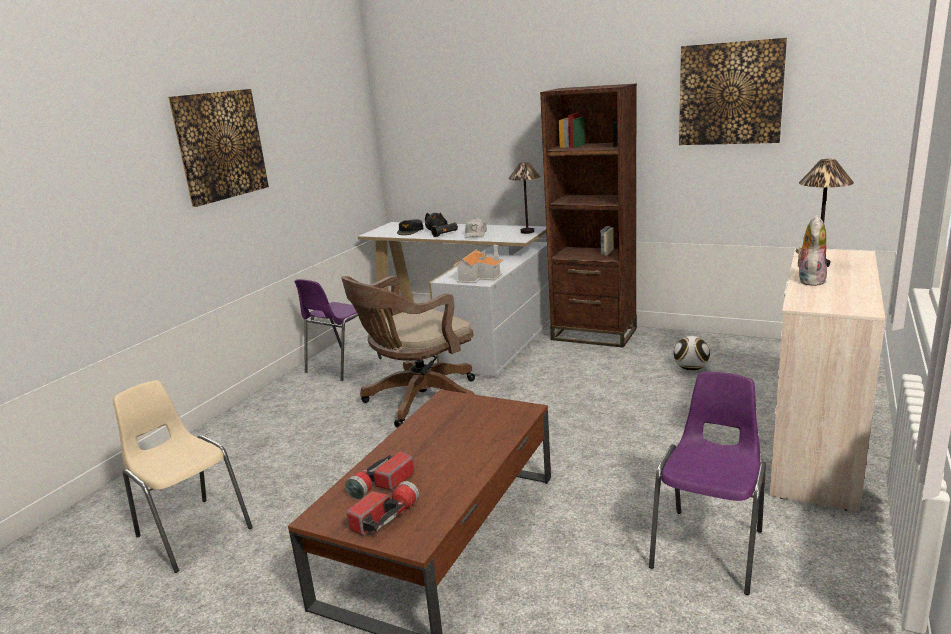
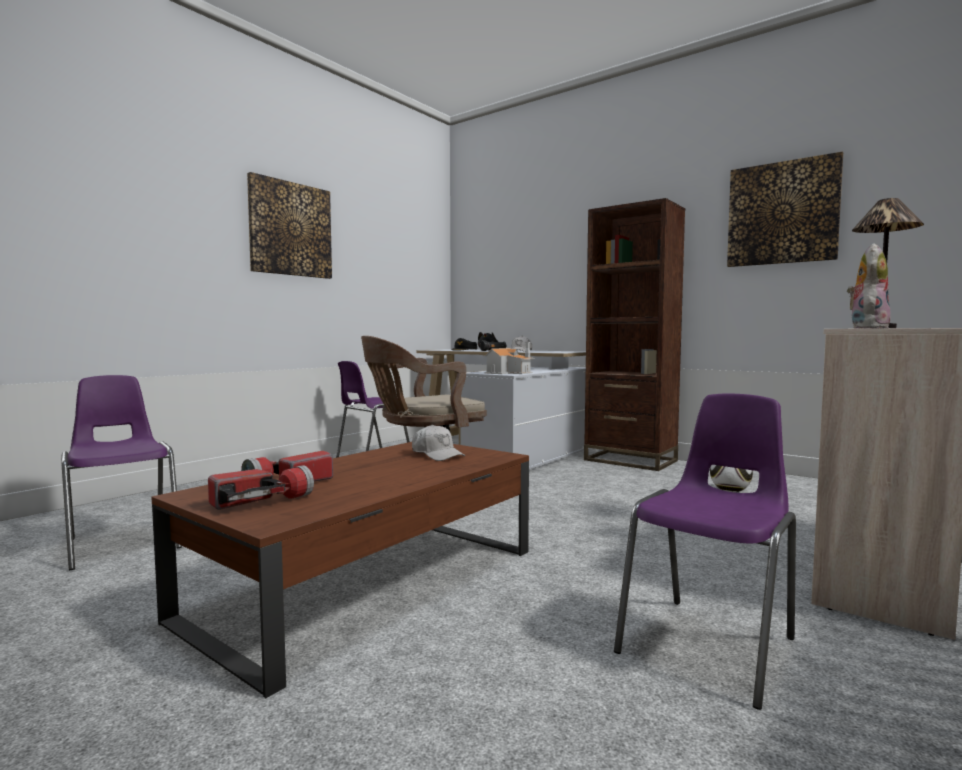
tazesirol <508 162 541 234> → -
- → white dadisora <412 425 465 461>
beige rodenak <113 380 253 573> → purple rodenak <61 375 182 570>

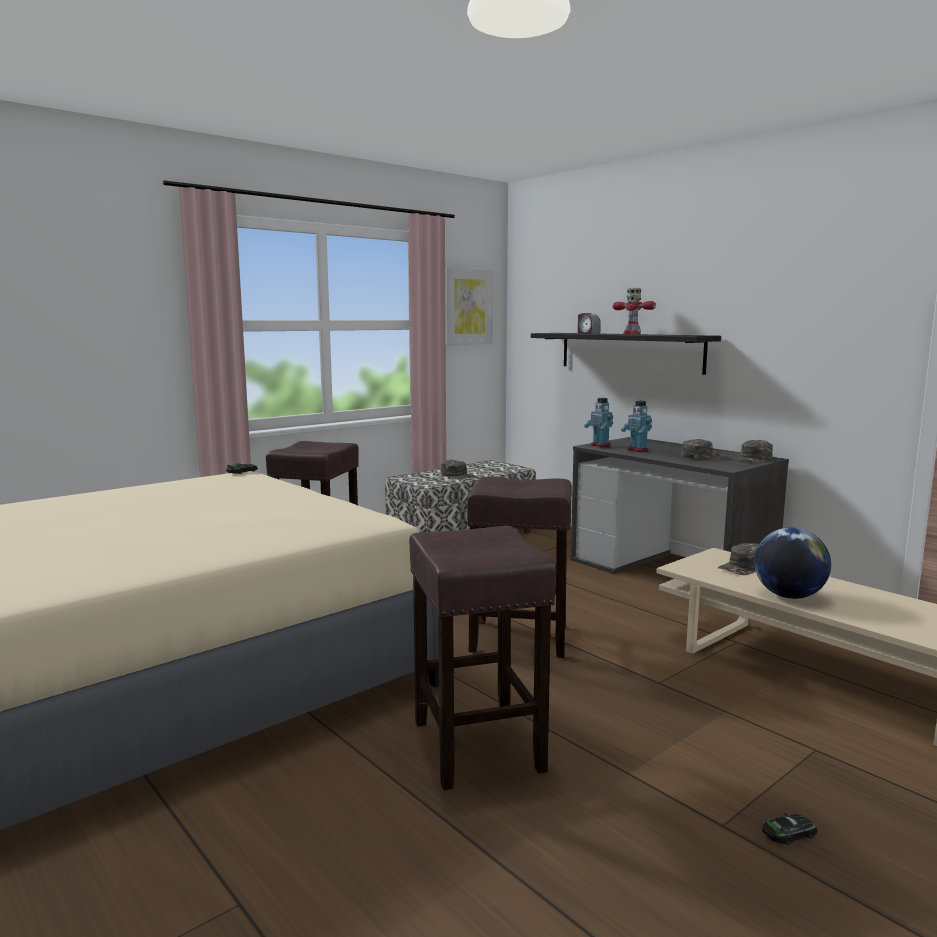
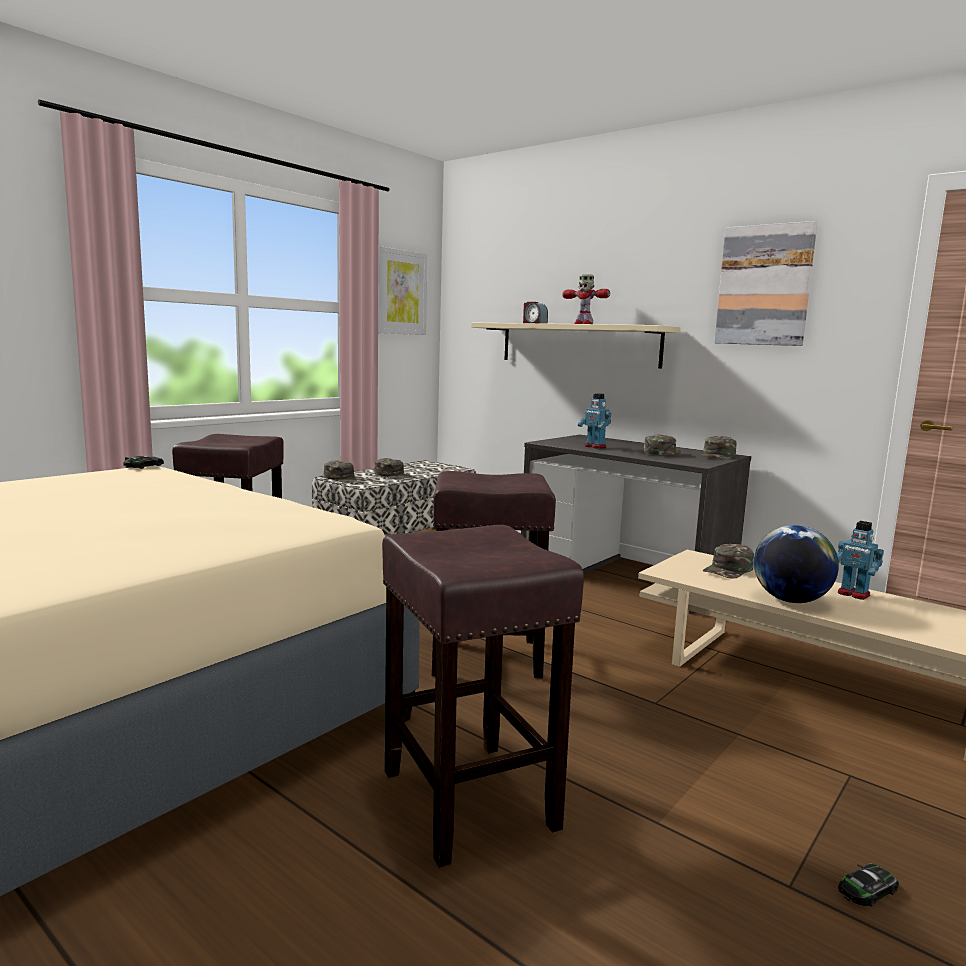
- → green dadisora <324 460 365 483>
- → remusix <714 221 817 346>
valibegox <584 398 613 447> → valibegox <837 521 884 600>, moved
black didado <531 333 721 375> → beige didado <471 323 680 368>

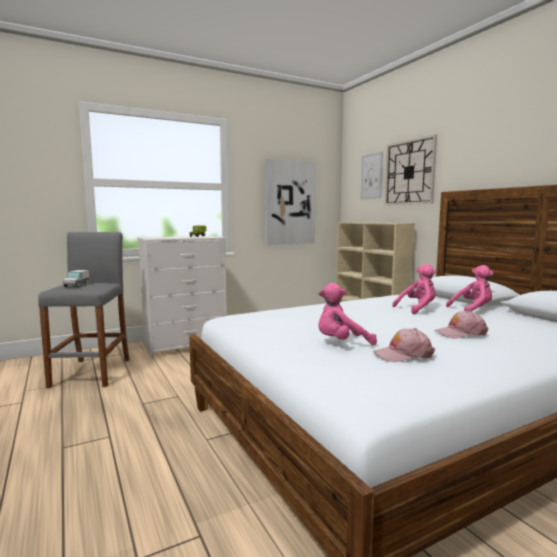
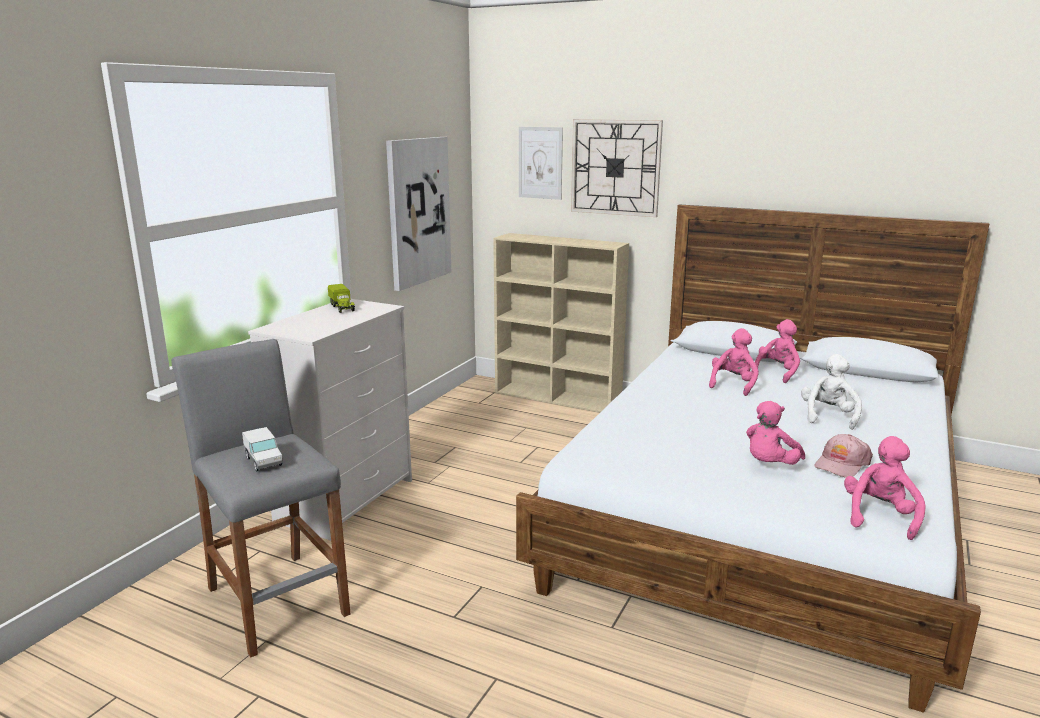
- → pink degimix <844 436 926 540>
pink dadisora <434 311 489 339> → white degimix <801 354 862 430>

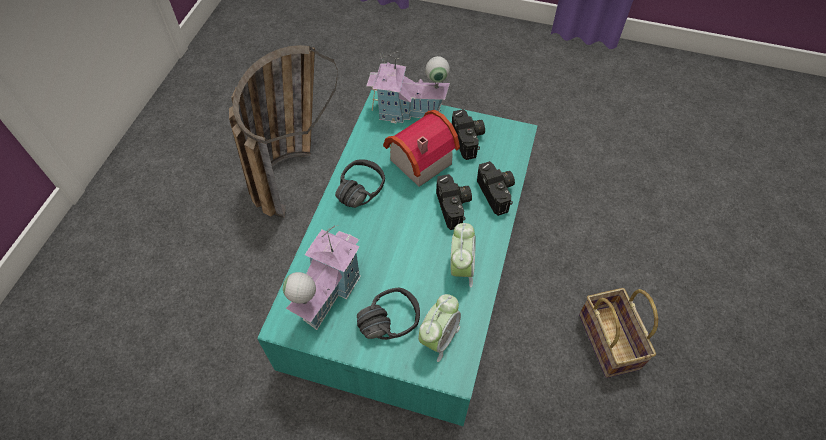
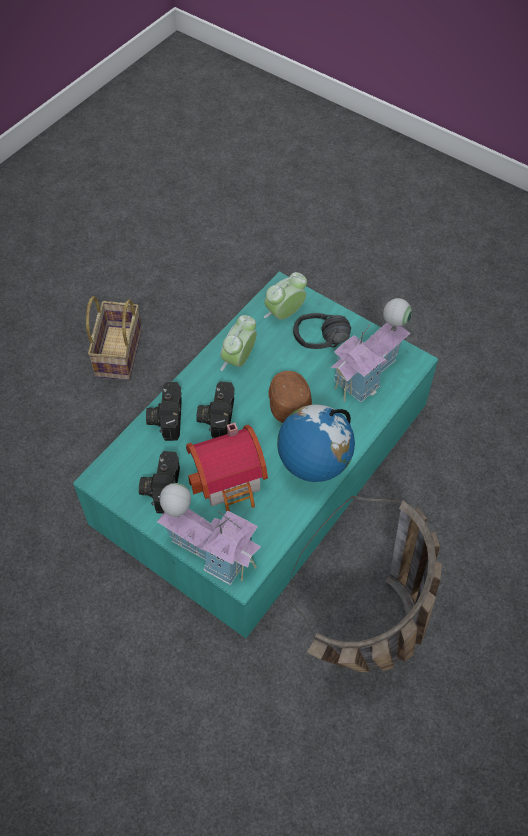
- → brown dadisora <268 371 312 423>
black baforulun <335 159 385 208> → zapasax <277 404 355 482>

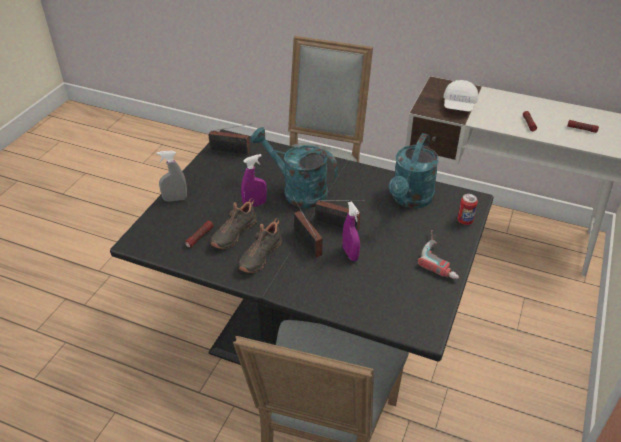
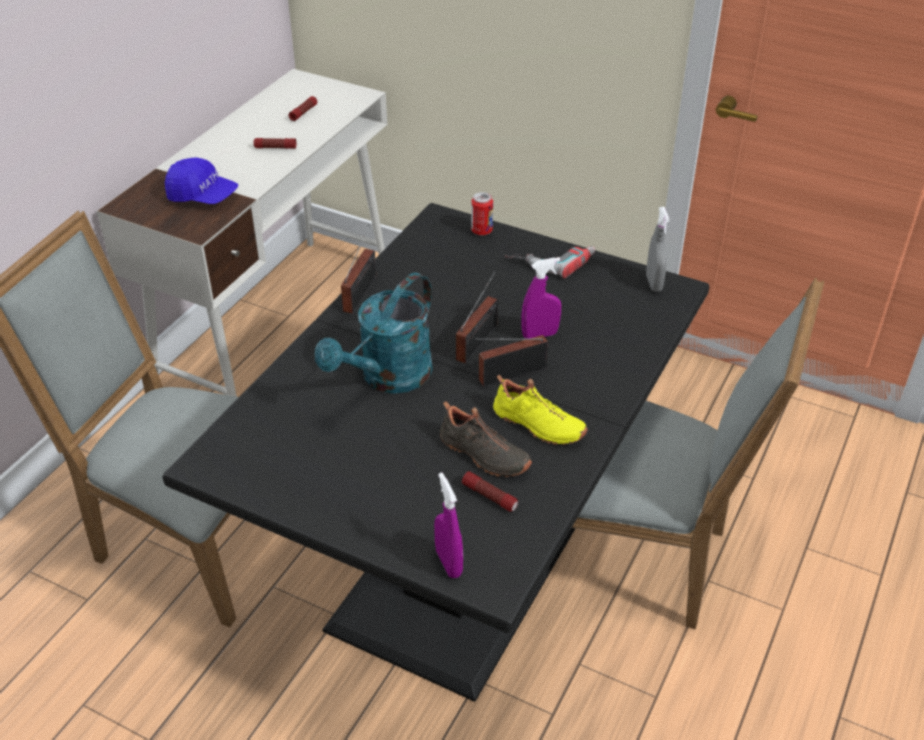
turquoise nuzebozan <389 133 439 208> → -
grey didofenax <157 150 187 202> → grey didofenax <646 207 670 292>, moved
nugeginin <208 124 250 156> → nugeginin <341 224 376 313>, moved
purple didofenax <241 154 267 207> → purple didofenax <434 472 463 578>, moved
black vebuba <239 218 282 273> → yellow vebuba <493 375 588 445>
white dadisora <443 80 478 112> → blue dadisora <165 158 238 204>

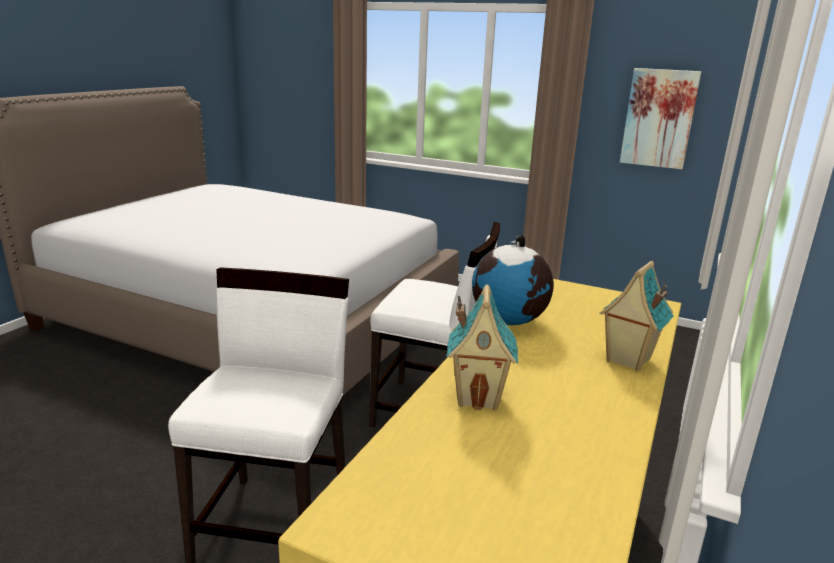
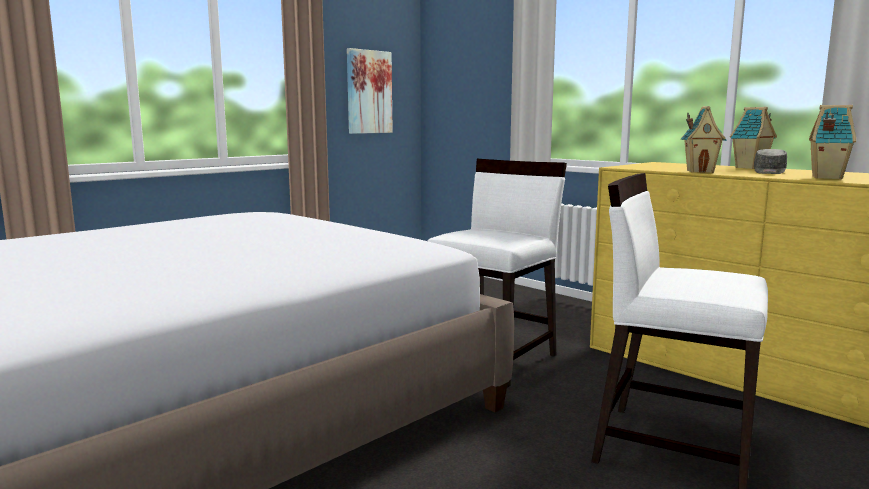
- → grey dadisora <754 149 787 174>
zapasax <472 235 554 325> → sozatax <681 106 726 173>

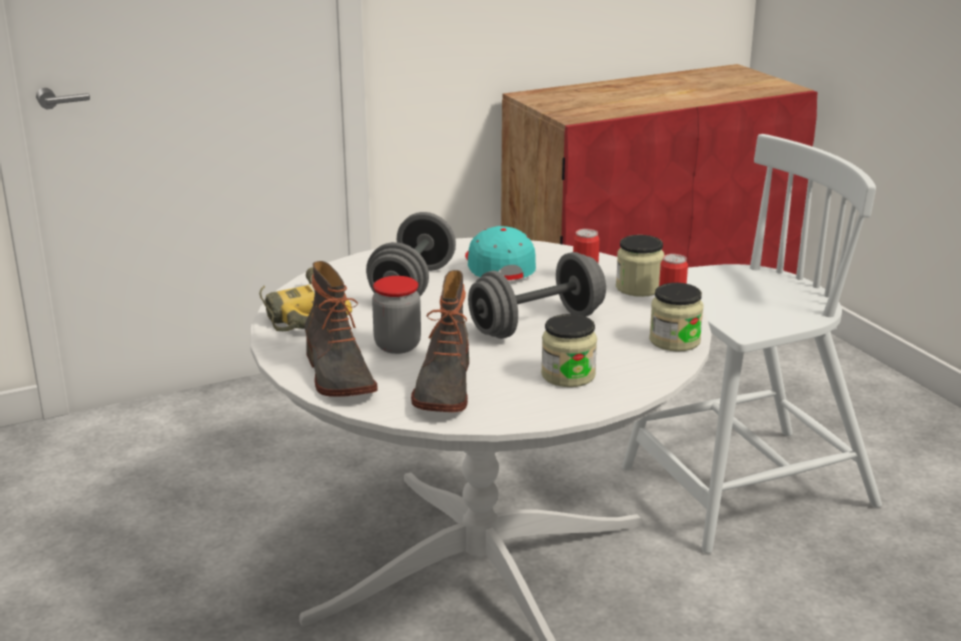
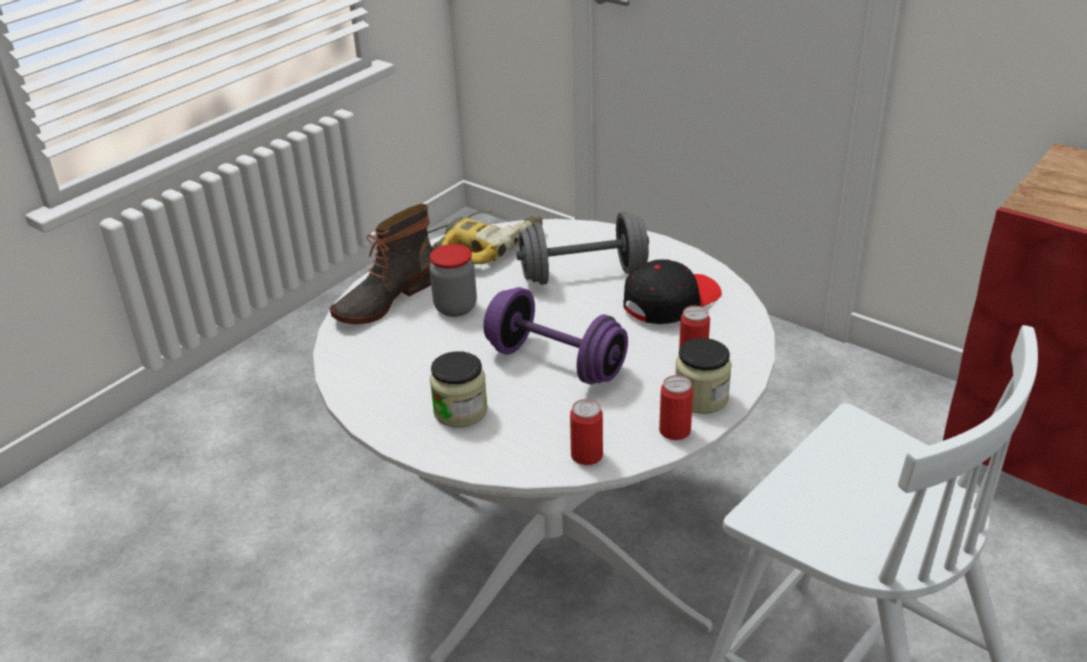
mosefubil <411 270 469 412> → -
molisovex <649 283 704 351> → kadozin <570 399 603 465>
turquoise dadisora <465 226 536 280> → black dadisora <624 259 722 324>
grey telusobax <468 252 606 339> → purple telusobax <483 287 628 385>

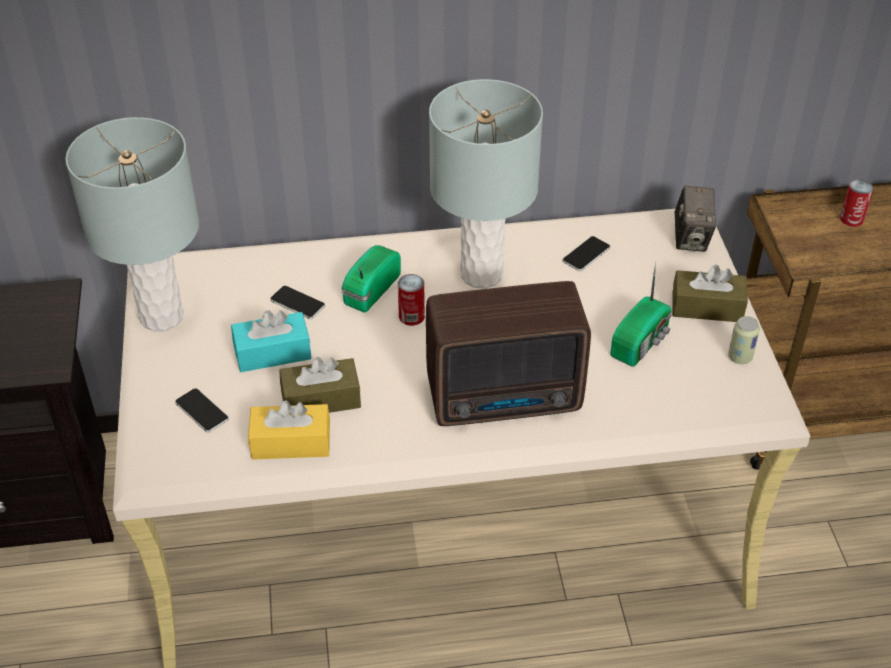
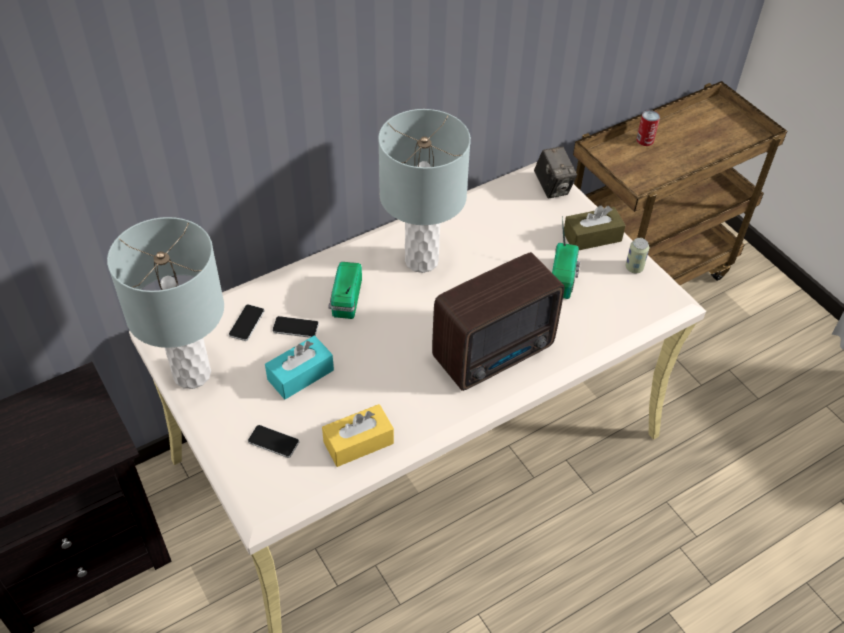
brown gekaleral <279 357 361 413> → -
kadozin <398 274 425 326> → -
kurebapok <563 236 610 271> → kurebapok <229 304 265 341>, moved

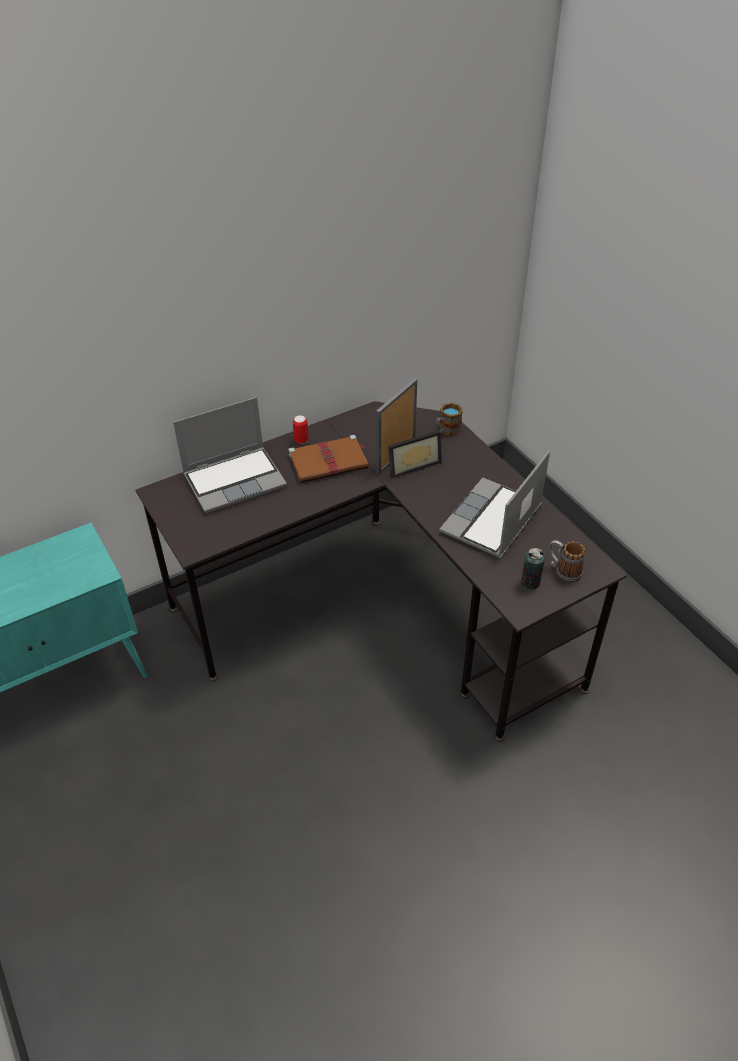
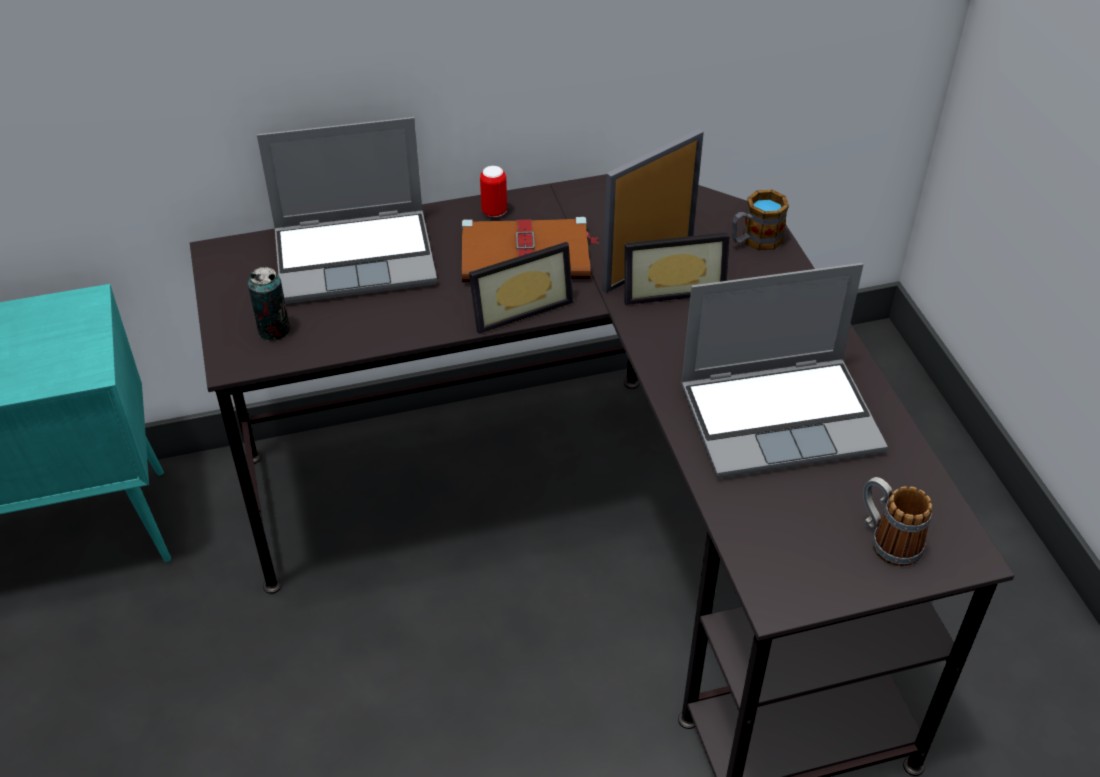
- → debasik <469 242 573 334>
kadozin <521 548 545 590> → kadozin <248 267 290 340>, moved
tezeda <439 450 550 559> → tezeda <681 263 888 478>, 150 degrees counterclockwise

